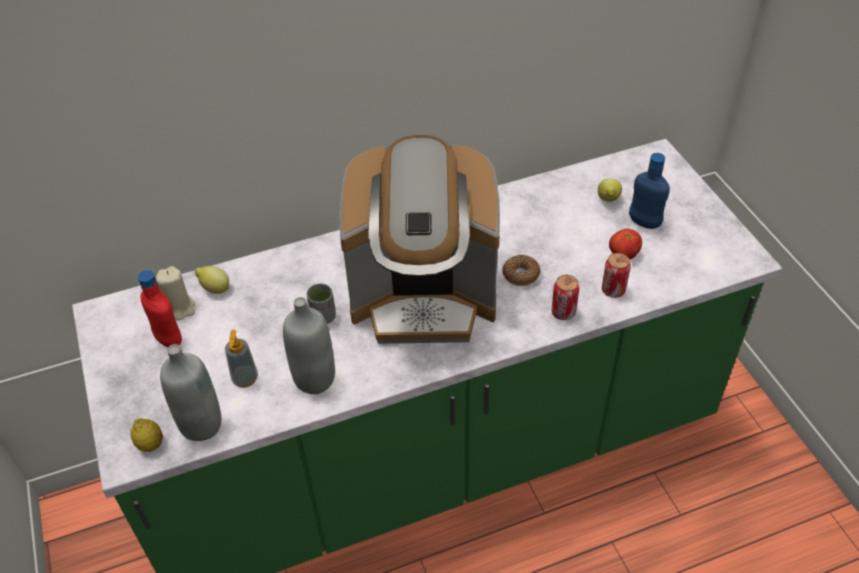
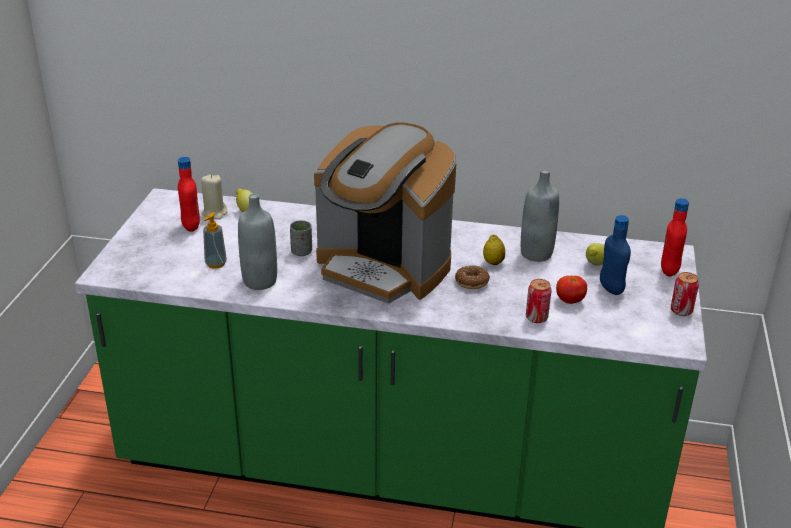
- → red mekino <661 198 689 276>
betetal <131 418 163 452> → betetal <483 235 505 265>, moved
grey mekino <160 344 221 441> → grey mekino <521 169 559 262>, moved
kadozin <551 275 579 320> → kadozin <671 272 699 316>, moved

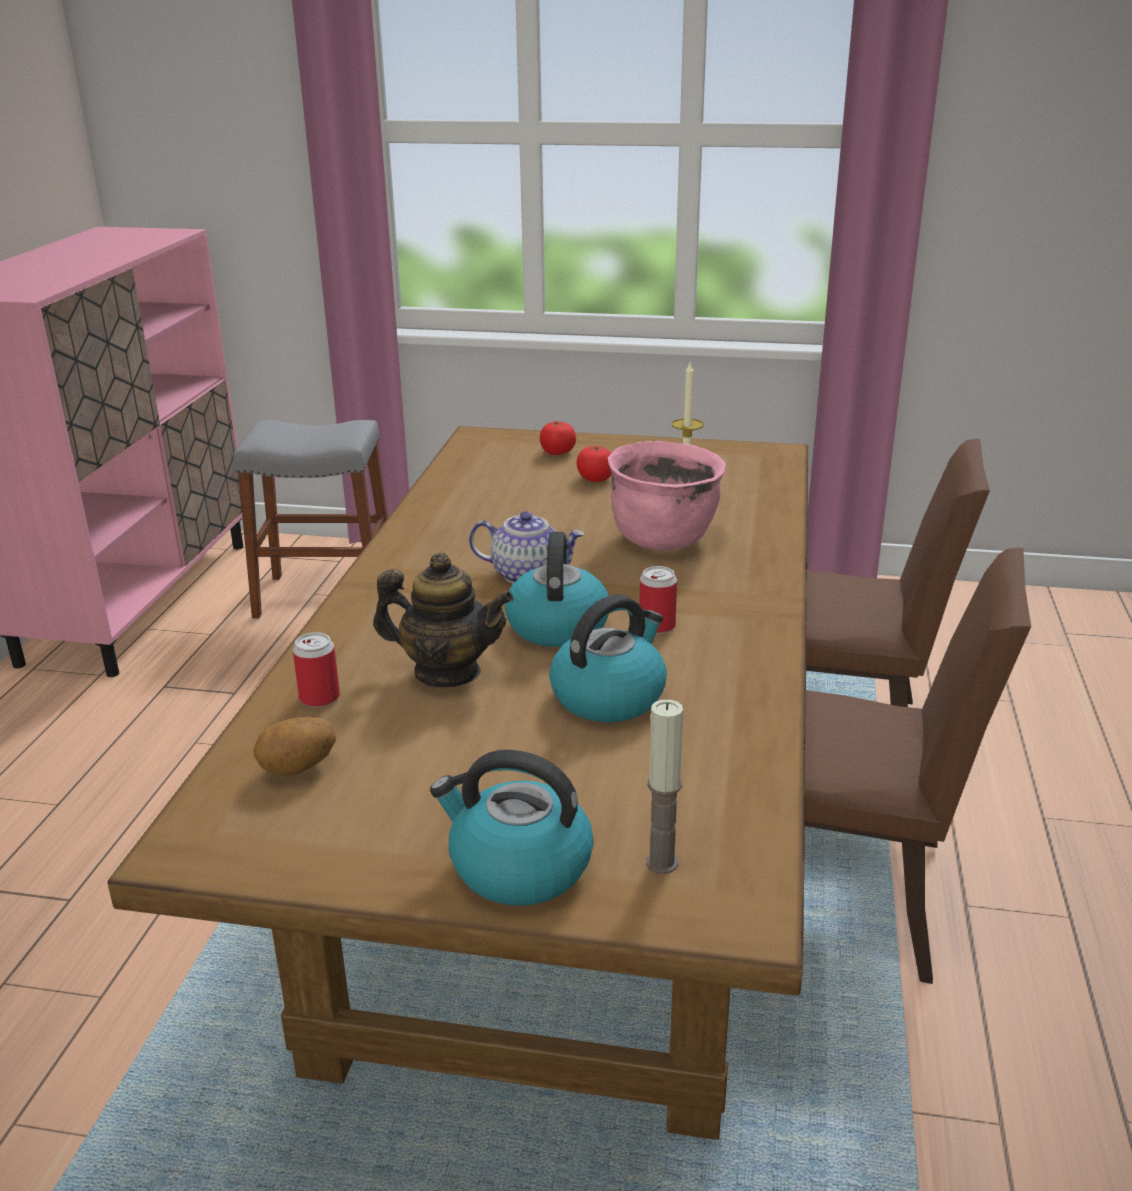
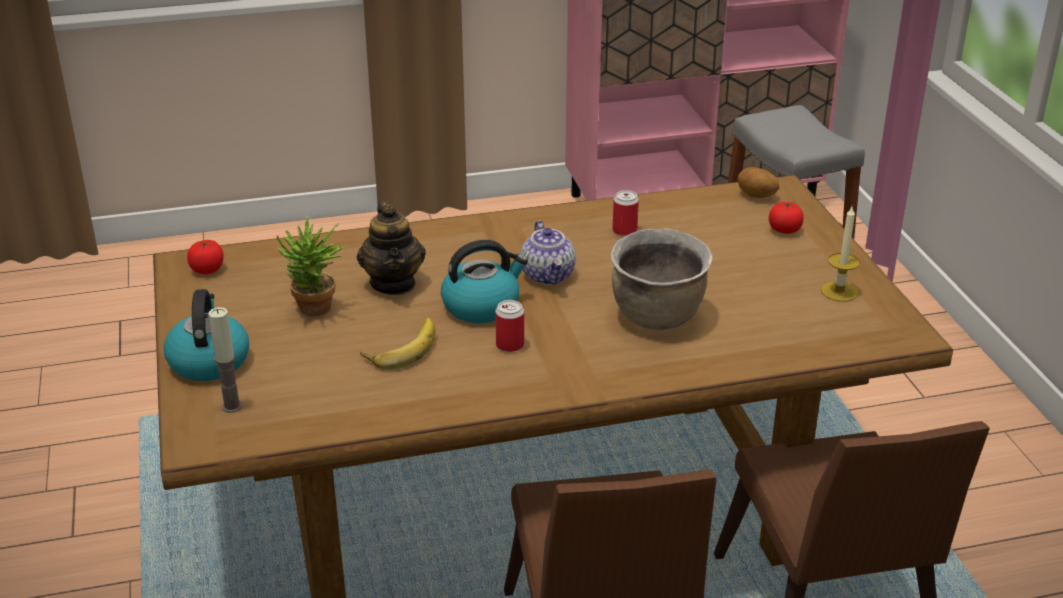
- → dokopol <277 216 346 317>
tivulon <254 717 336 776> → tivulon <738 167 780 198>, moved
kadozin <293 632 340 707> → kadozin <613 190 639 236>, moved
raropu <576 446 612 482> → raropu <187 240 224 274>, moved
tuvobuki <549 594 667 722> → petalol <360 318 435 370>
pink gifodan <608 441 726 550> → brown gifodan <611 228 713 330>

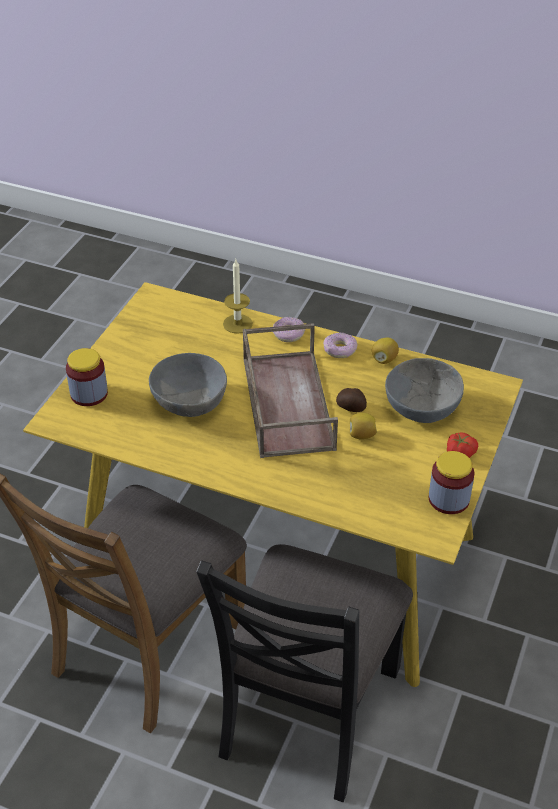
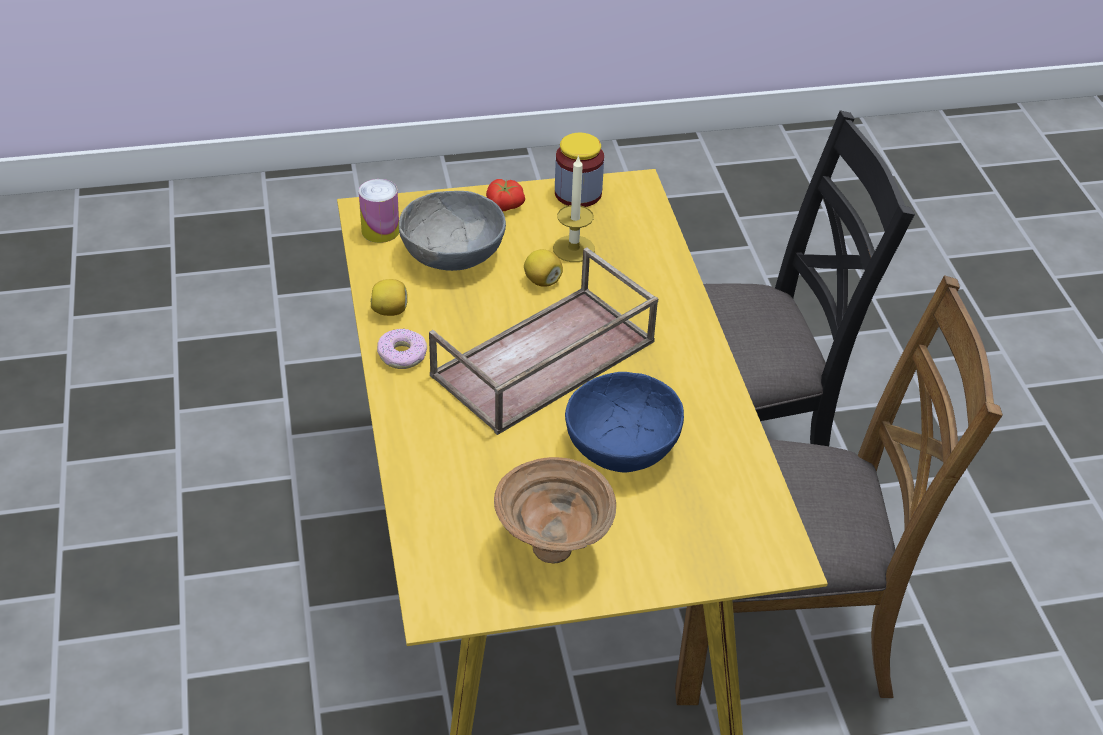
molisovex <66 348 108 406> → -
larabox <273 317 305 342> → -
tivulon <336 388 367 412> → -
- → kadozin <359 179 399 243>
- → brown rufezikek <494 457 616 563>
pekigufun <223 260 253 334> → pekigufun <553 155 595 262>, moved
grey rufezikek <149 353 227 417> → blue rufezikek <565 372 684 473>

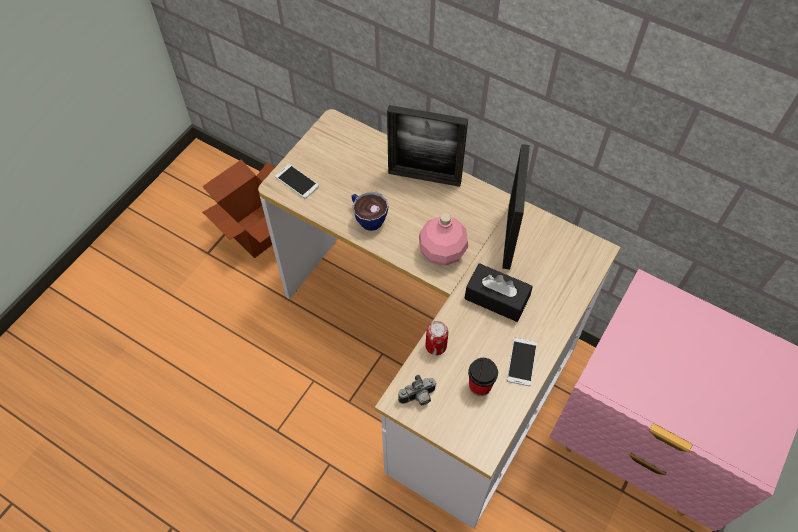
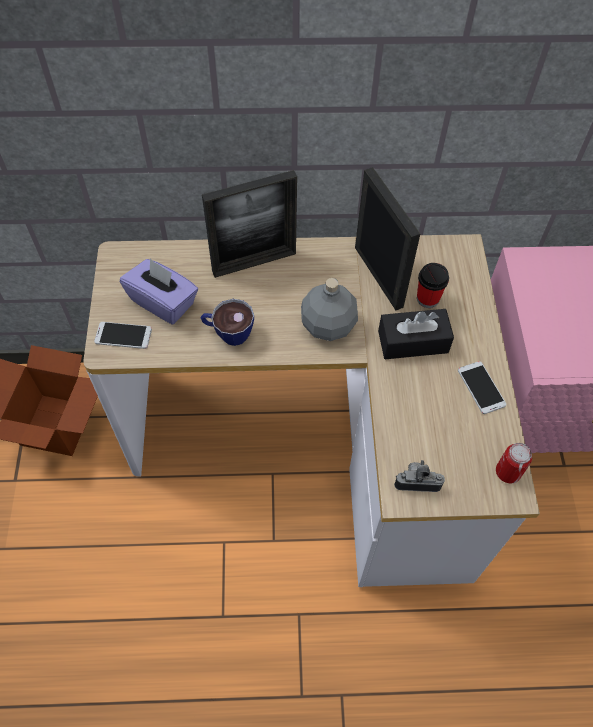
- → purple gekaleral <120 258 198 325>
kadozin <425 321 448 355> → kadozin <496 443 532 483>, moved
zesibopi <468 358 498 396> → zesibopi <417 263 449 308>, moved
pink mekino <419 213 468 266> → grey mekino <301 278 358 341>
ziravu <398 375 437 405> → ziravu <394 460 445 492>, 120 degrees counterclockwise

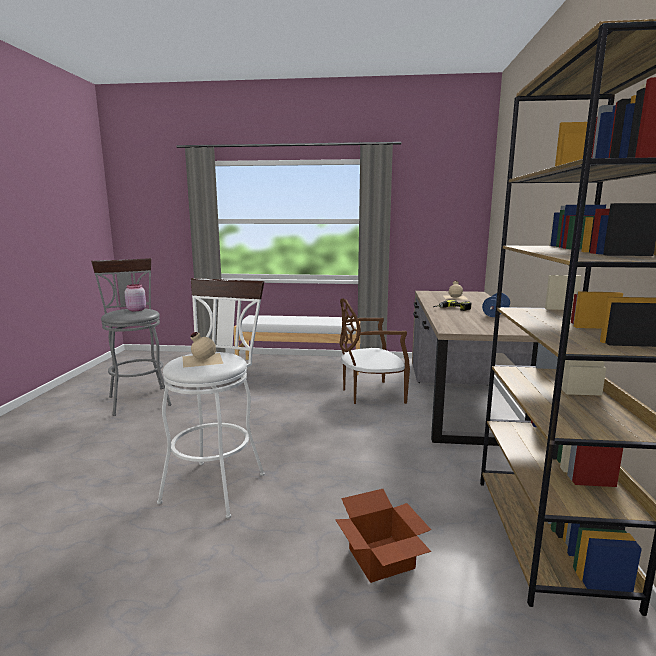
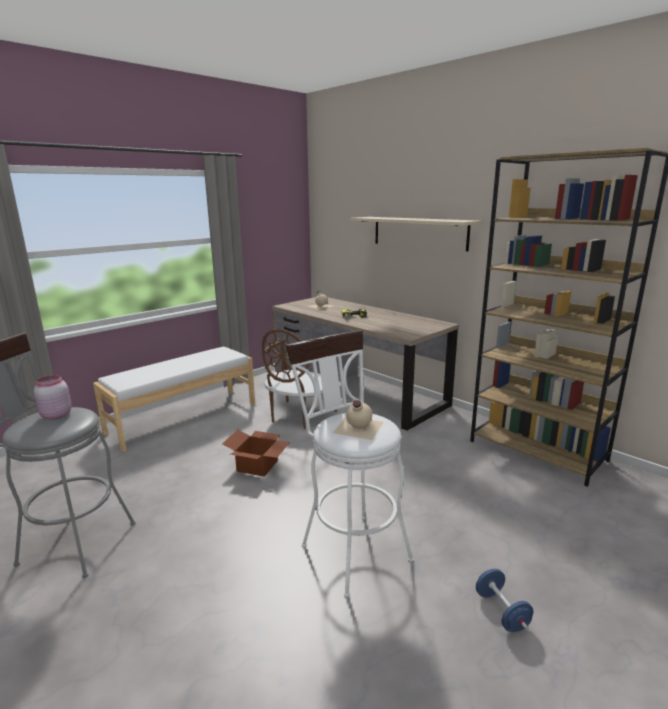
- → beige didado <350 217 481 251>
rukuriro <335 489 431 583> → rukuriro <222 430 290 477>, moved
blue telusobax <482 293 510 317> → blue telusobax <476 569 533 632>, moved

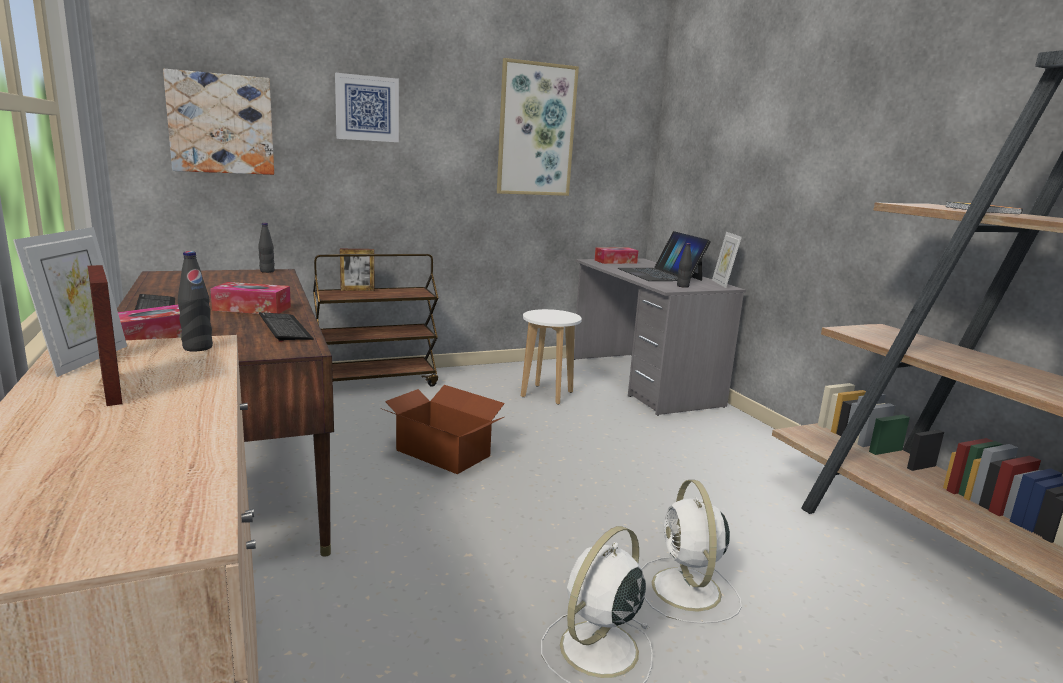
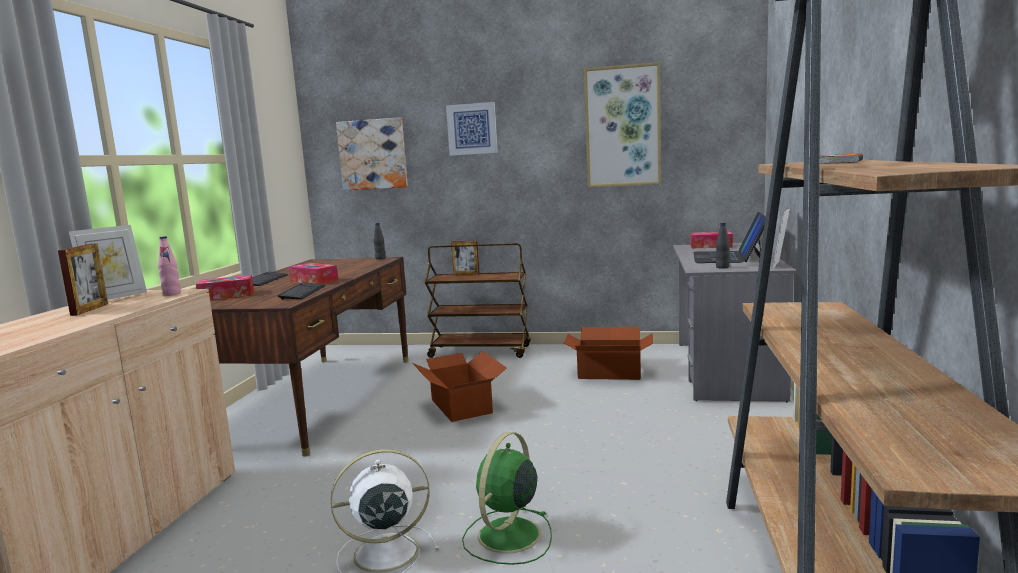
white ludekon <521 309 582 405> → rukuriro <564 327 653 380>
black mekino <178 251 213 351> → pink mekino <158 236 181 296>
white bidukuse <641 480 742 624> → green bidukuse <462 432 552 565>

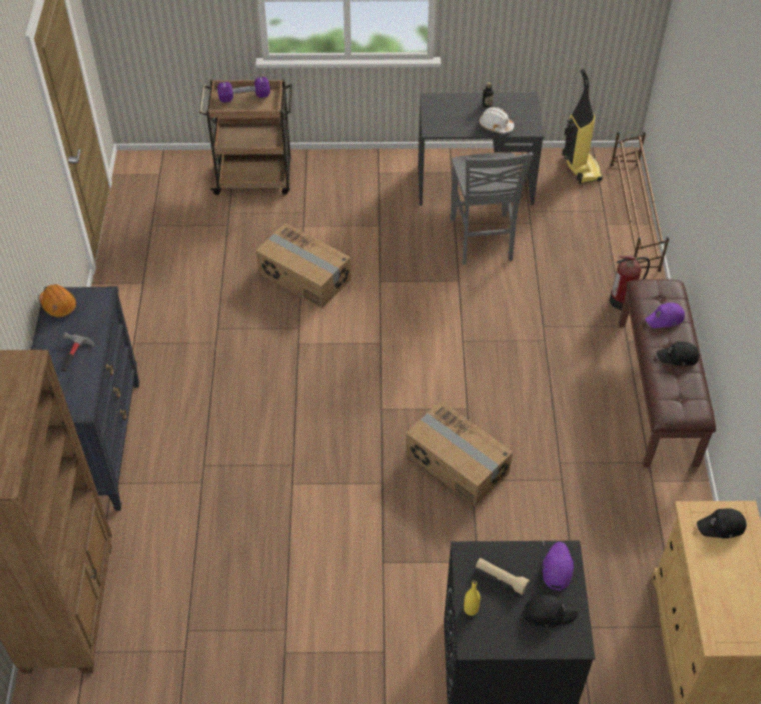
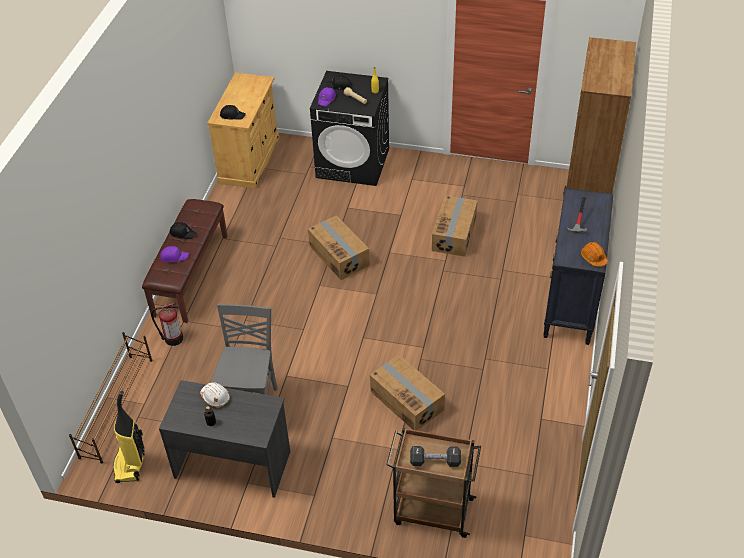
- → rukuriro <432 196 478 257>
purple telusobax <217 77 270 103> → black telusobax <410 446 461 467>

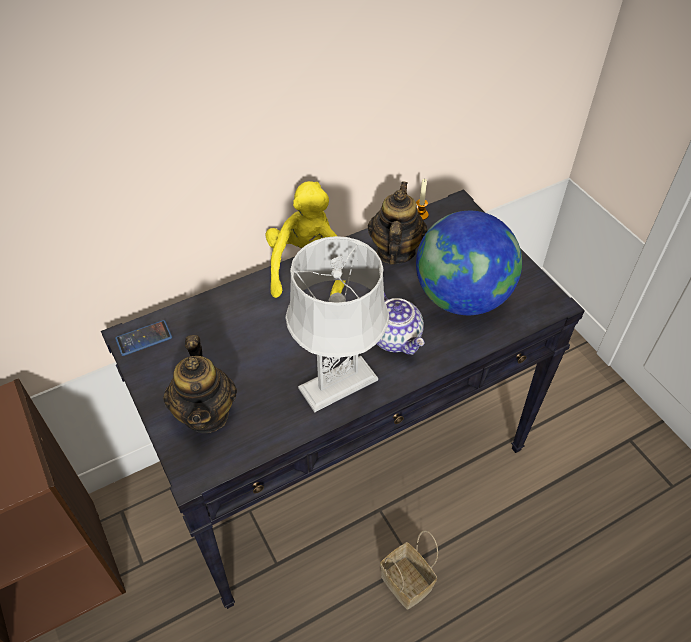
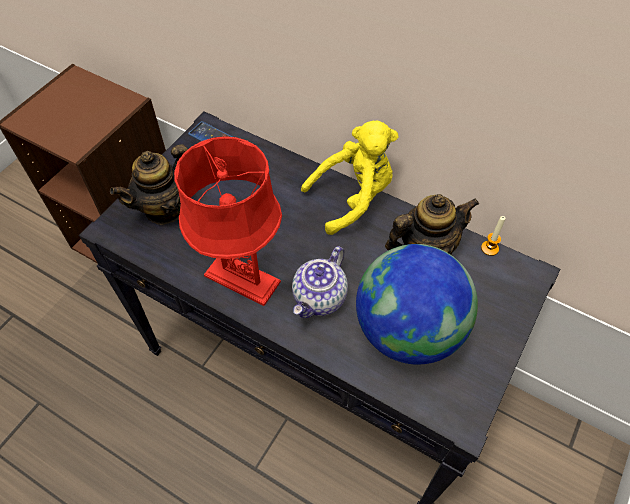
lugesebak <380 530 438 610> → -
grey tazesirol <285 236 390 412> → red tazesirol <174 136 282 306>

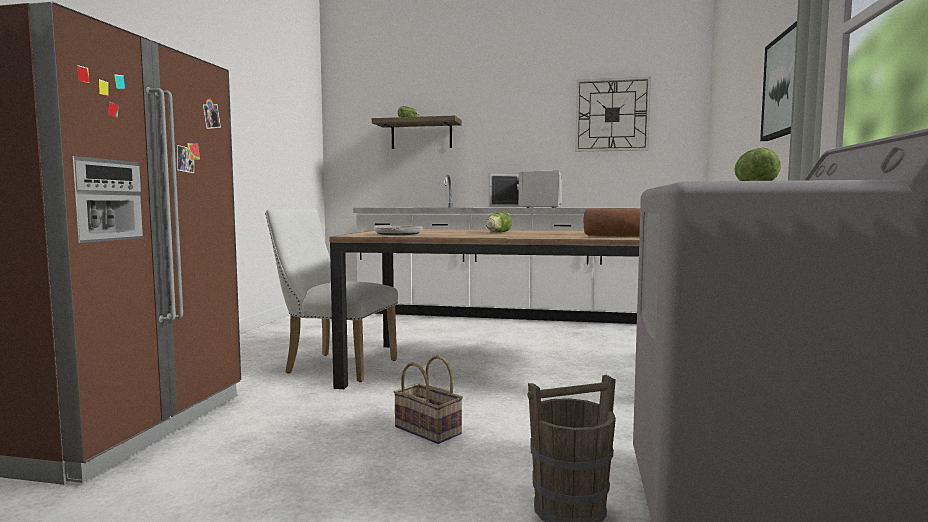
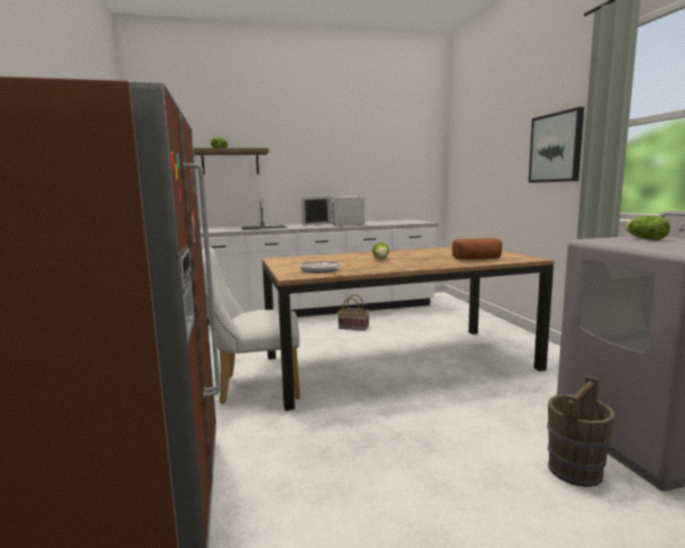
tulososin <575 76 651 152> → -
lugesebak <393 355 463 444> → lugesebak <338 294 369 331>, moved

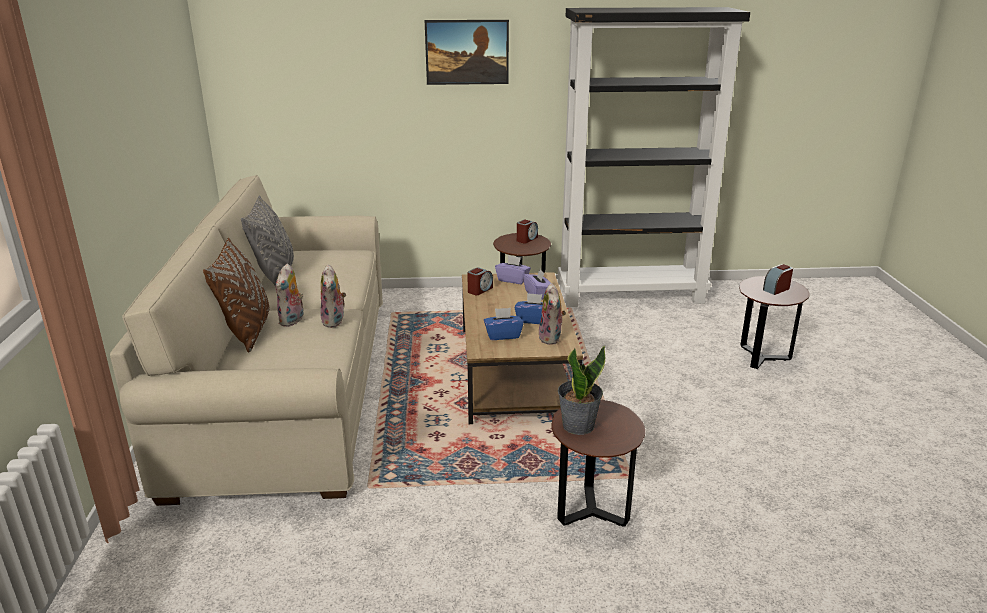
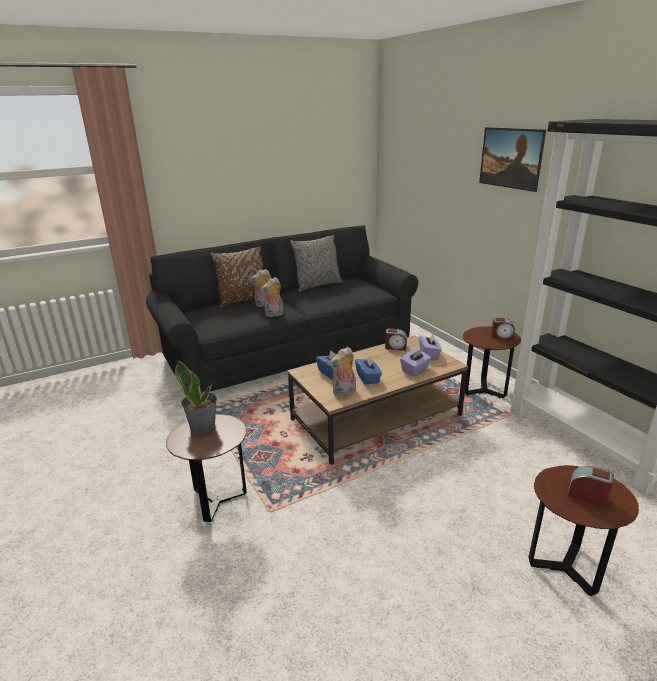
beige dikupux <110 175 383 506> → black dikupux <146 225 418 392>

